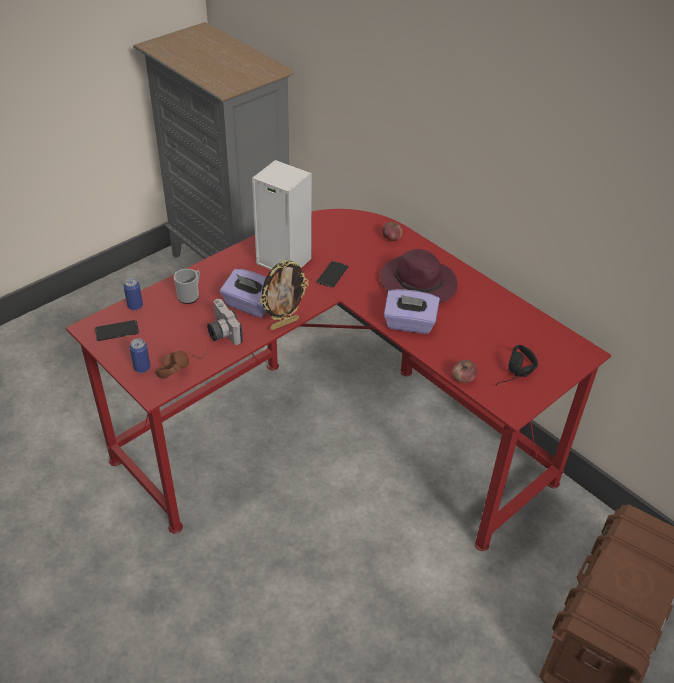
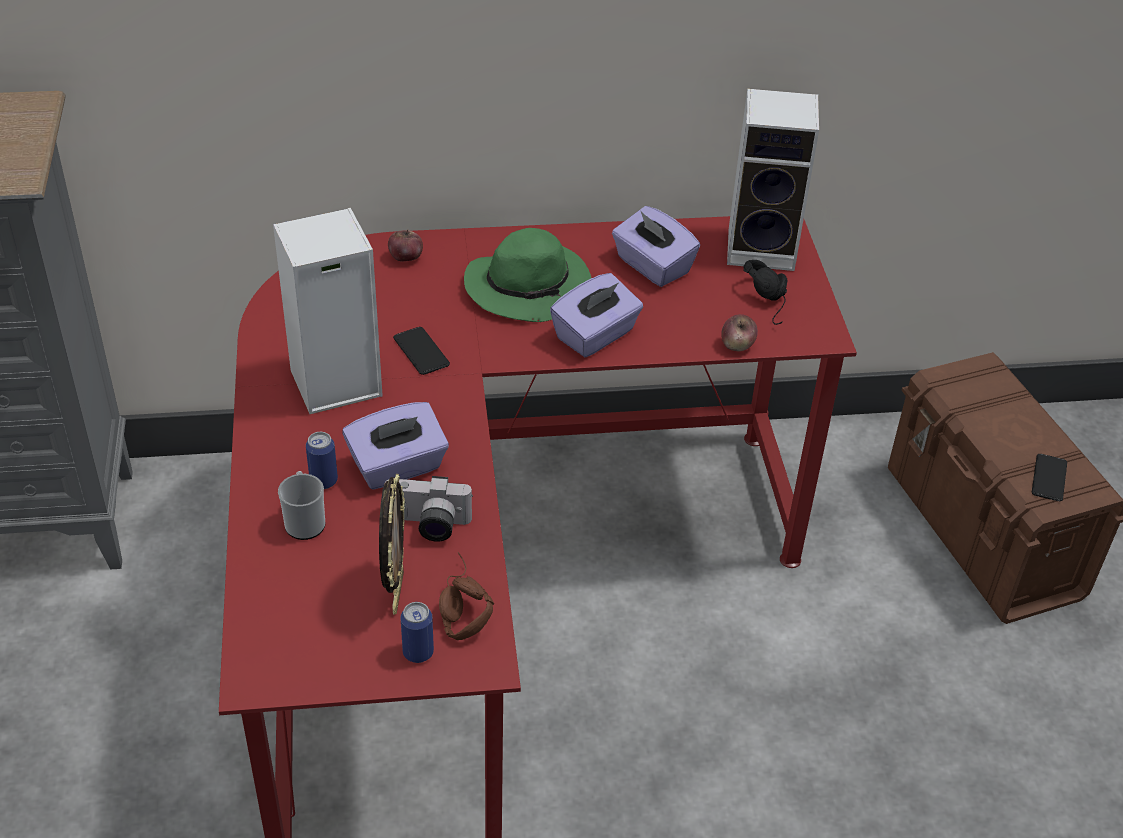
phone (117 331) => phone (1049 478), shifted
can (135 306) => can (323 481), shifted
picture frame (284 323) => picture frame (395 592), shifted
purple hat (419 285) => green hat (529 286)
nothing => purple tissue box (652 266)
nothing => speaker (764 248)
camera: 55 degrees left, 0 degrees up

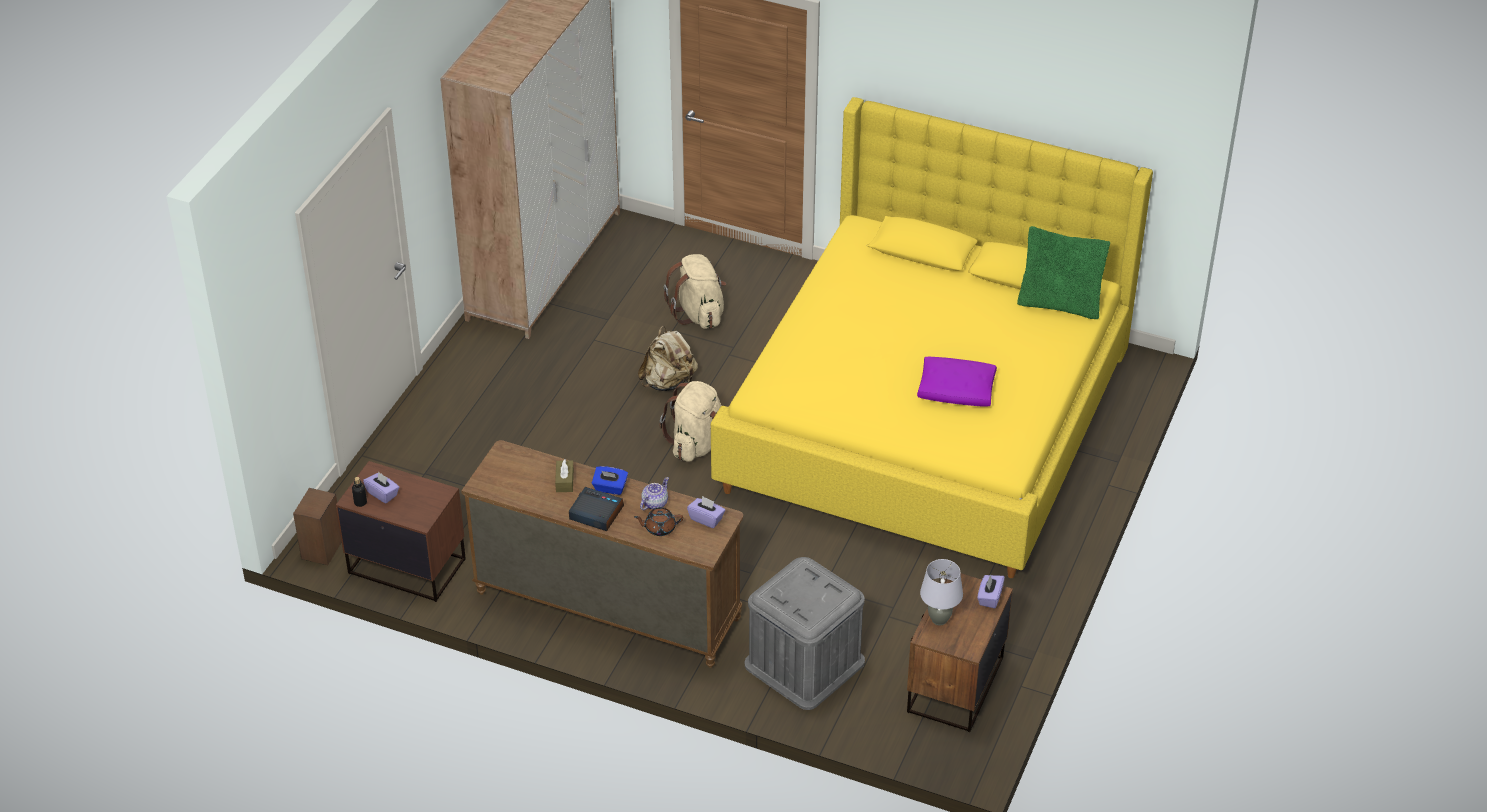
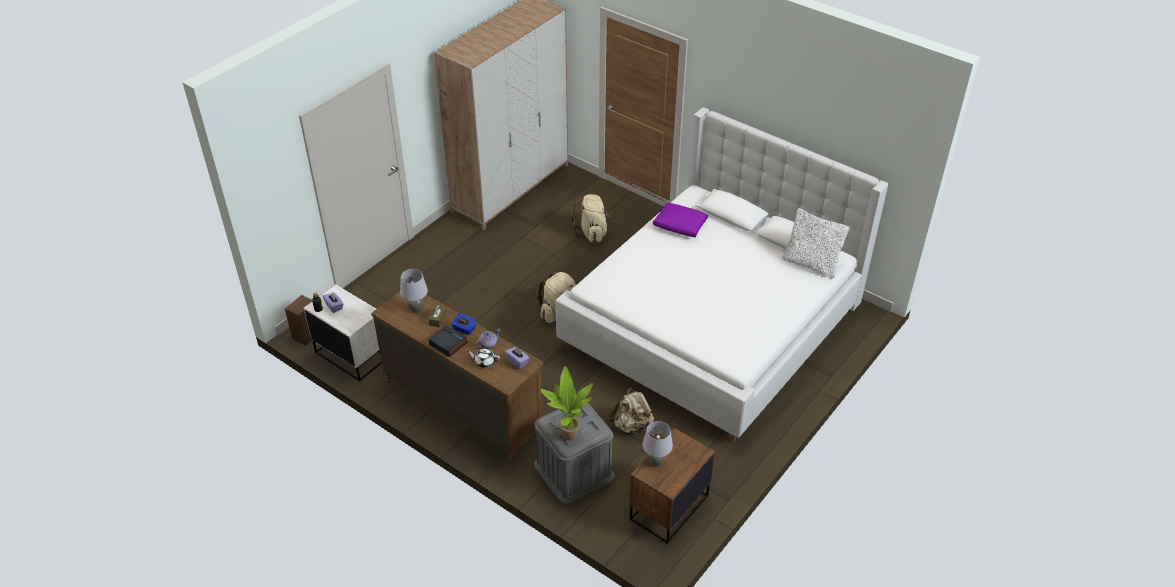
brown nightstand (407 565) => white nightstand (352 355)
brown teapot (659 528) => white teapot (484 362)
beige backpack (668 382) => beige backpack (631 426), shifted
yellow bed (928 418) => white bed (713 324)
purple pillow (957 390) => purple pillow (680 225), shifted
purple tissue box (989 597) => nothing
green pillow (1060 301) => white pillow (812 262)
nothing => grey table lamp (416 309)
nothing => potted plant (567 435)
camera: 15 degrees right, 0 degrees up

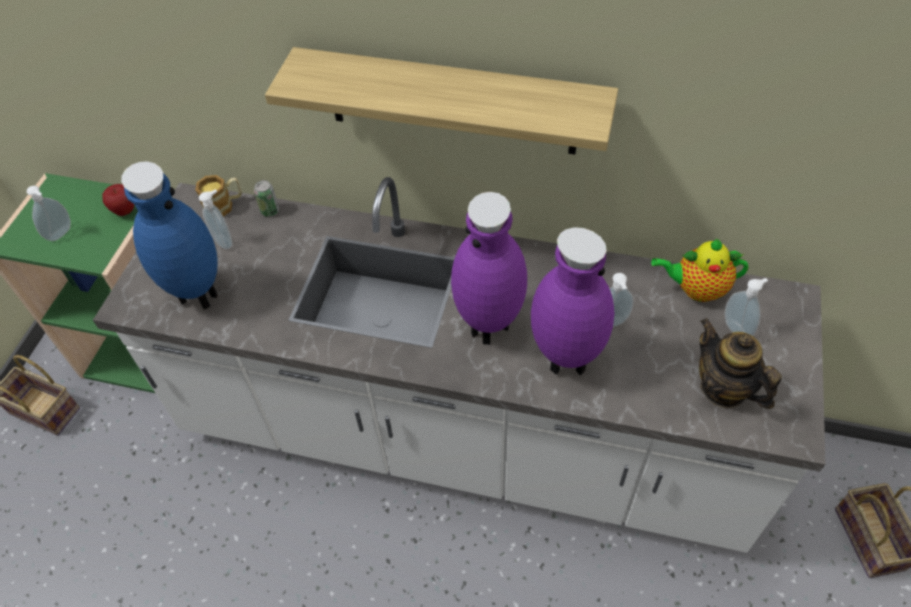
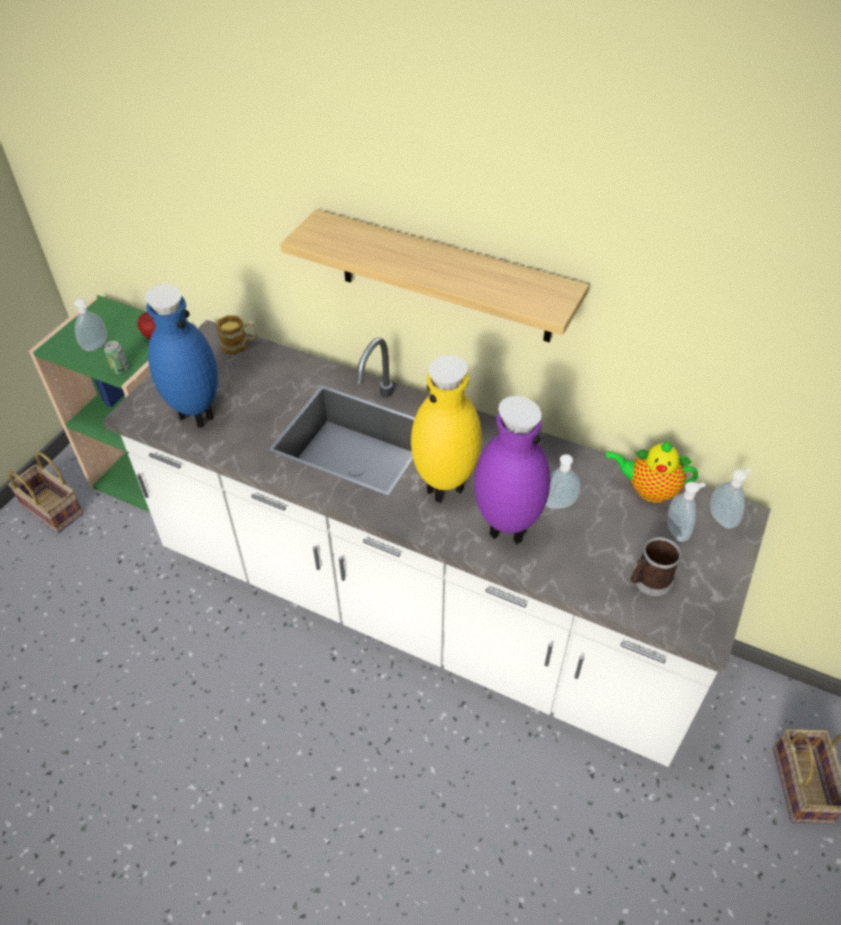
soap dispenser (225 241) => soap dispenser (722 519), shifted
can (270 211) => can (120 369), shifted
purple vase (490 327) => yellow vase (446 488)
teapot (724 388) => mug (648 581)
camera: 10 degrees right, 5 degrees down

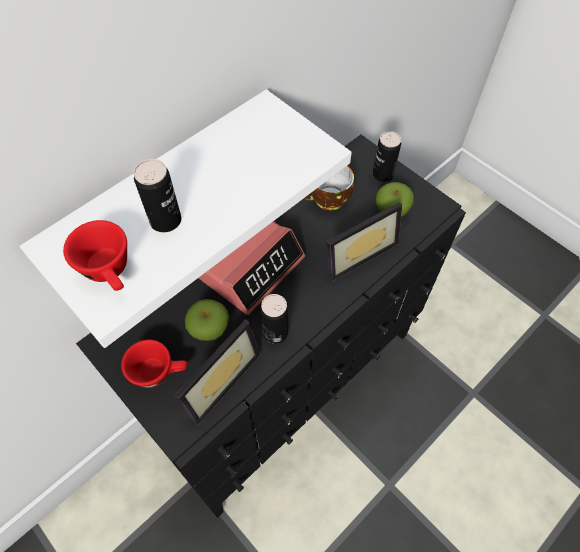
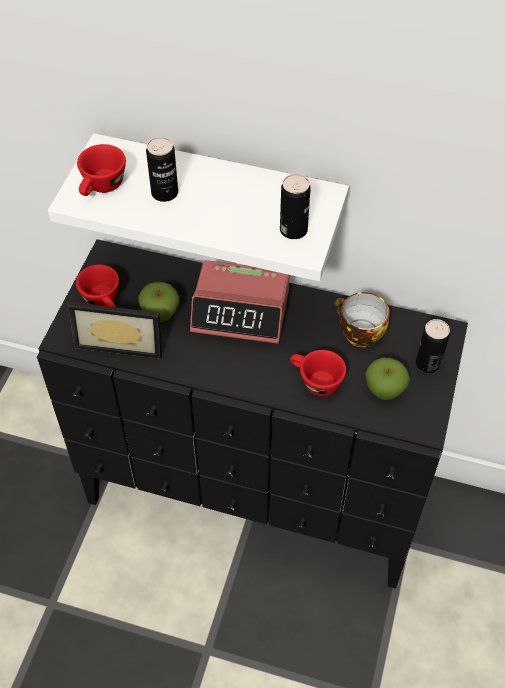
can (275 332) => can (293 230), shifted
picture frame (356 251) => red cup (315 381)
camera: 60 degrees right, 5 degrees down

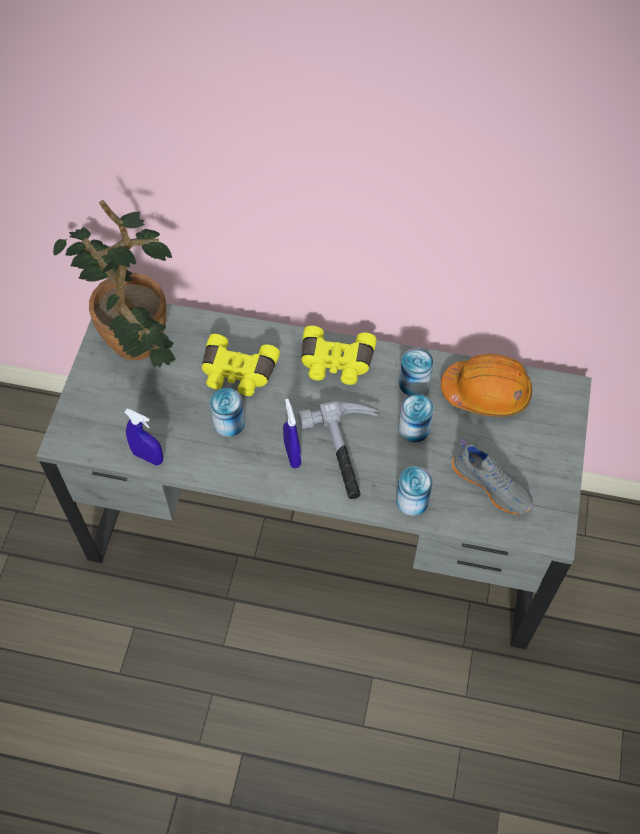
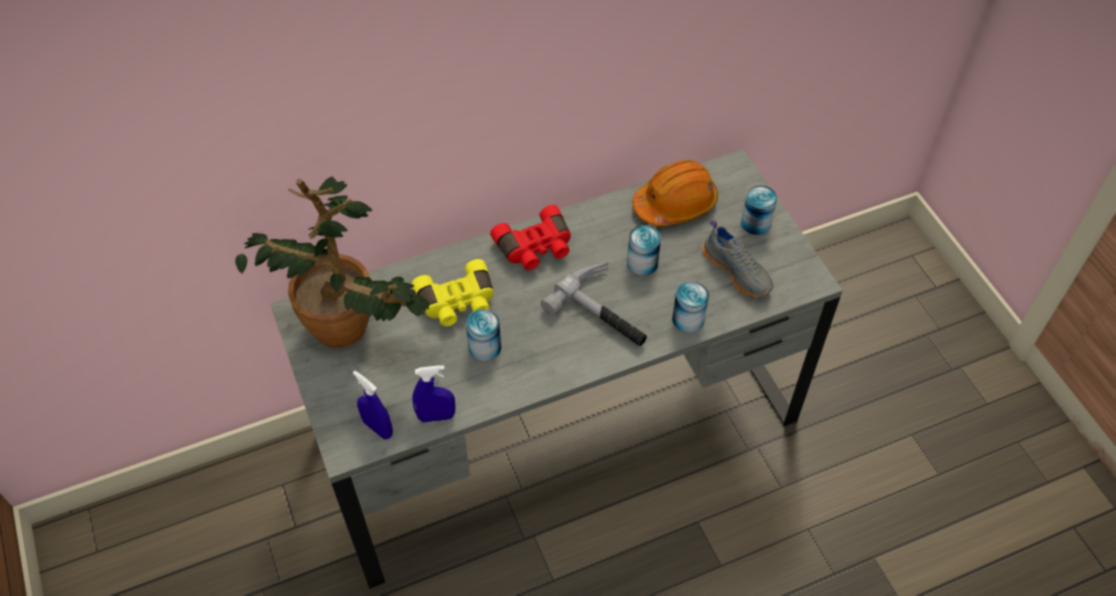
blue spray bottle (292 455) => blue spray bottle (378 428), shifted
yellow binoculars (336 364) => red binoculars (535 248)
can (414 383) => can (755 223), shifted
grey shoe (492 484) => grey shoe (738 270), 45 degrees clockwise
camera: 35 degrees left, 5 degrees down

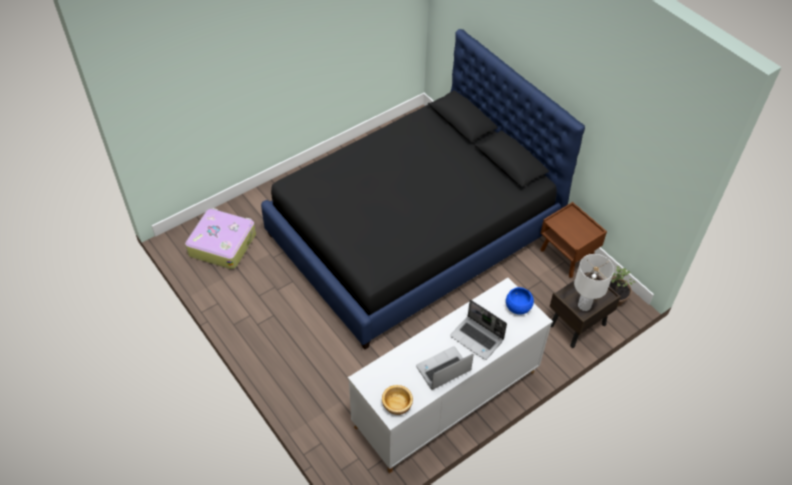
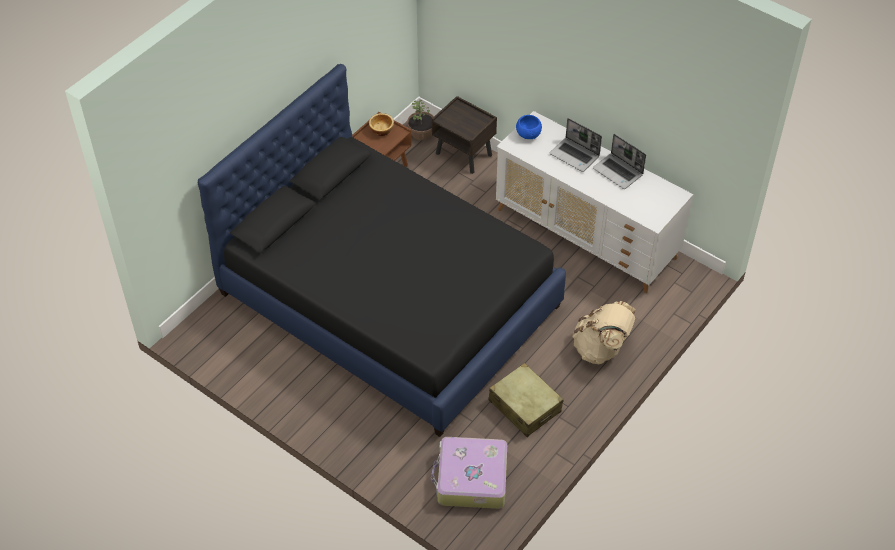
bowl (397 405) => bowl (381 129), shifted
laptop (477 338) => laptop (575 155), 105 degrees clockwise
white table lamp (584 305) => nothing
nothing => beige suitcase (524 406)
nothing => beige backpack (601 349)
camera: 105 degrees left, 0 degrees up

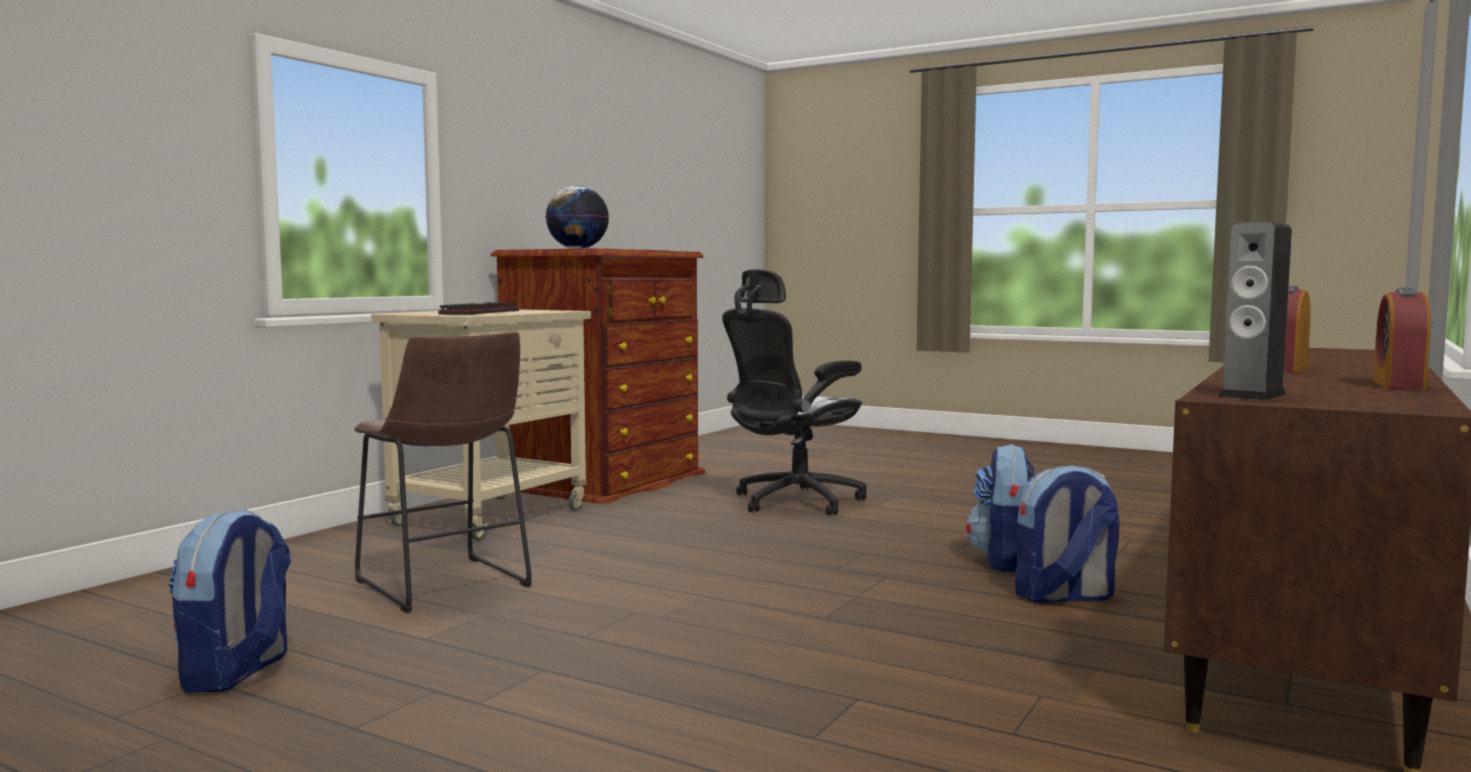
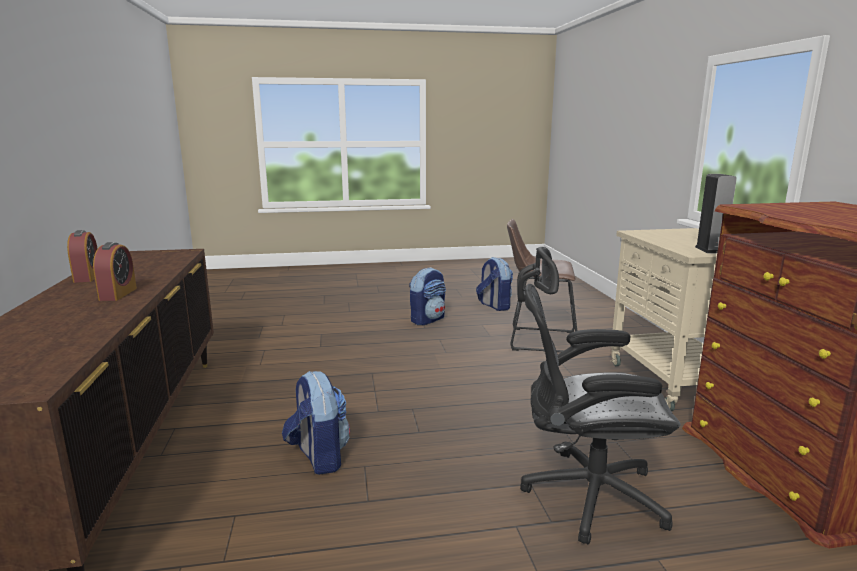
keyboard (479 313) => nothing
globe (577 248) => nothing
office chair (793 503) => office chair (585 495), 90 degrees counterclockwise
backpack (1063 597) => backpack (427 320), shifted
speaker (1252 395) => speaker (710 250), shifted
camera: 140 degrees right, 10 degrees up

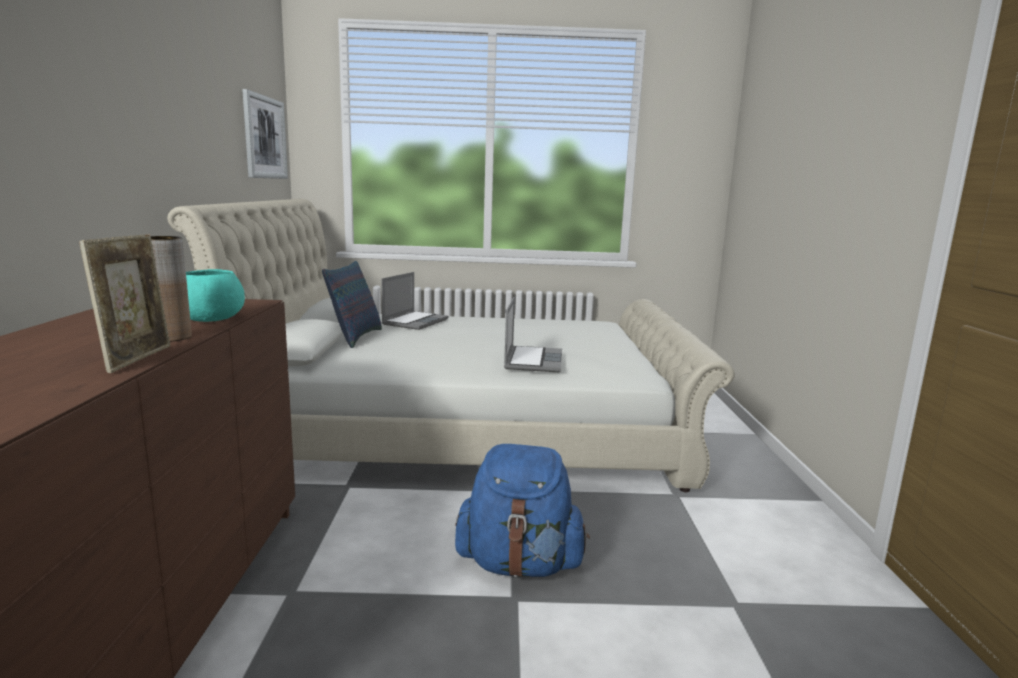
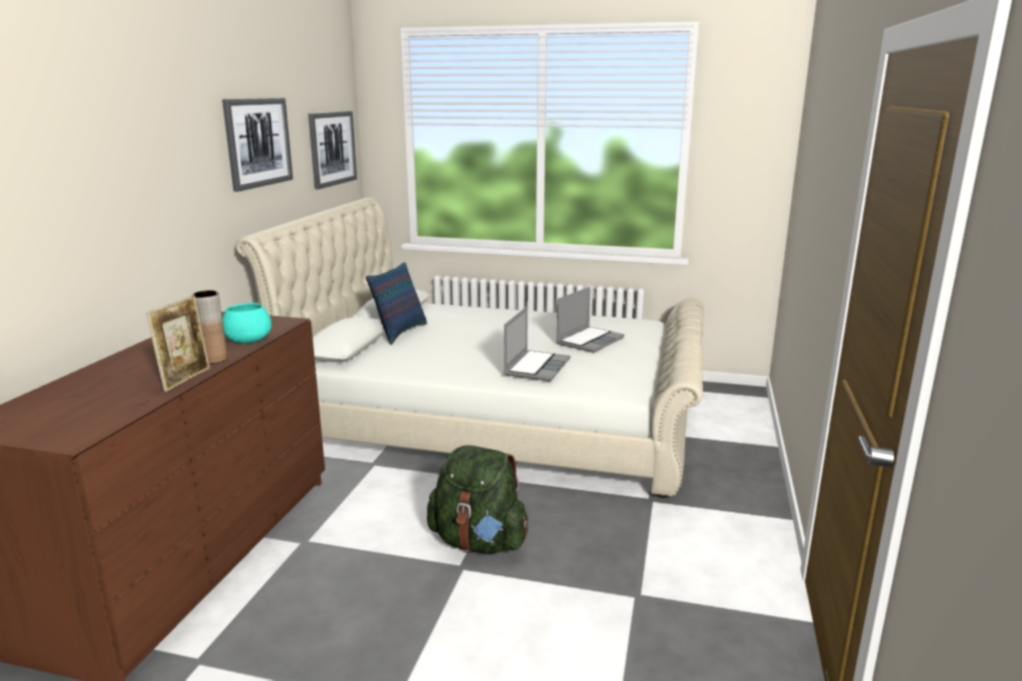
laptop (415 322) => laptop (589 340), shifted
blue backpack (519 564) => green backpack (479 542)
nothing => picture (258 142)
camera: 15 degrees right, 5 degrees up

